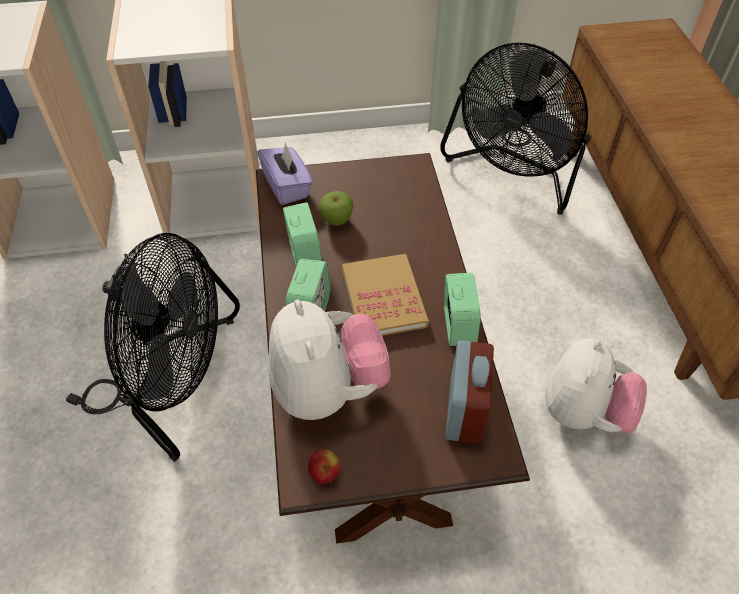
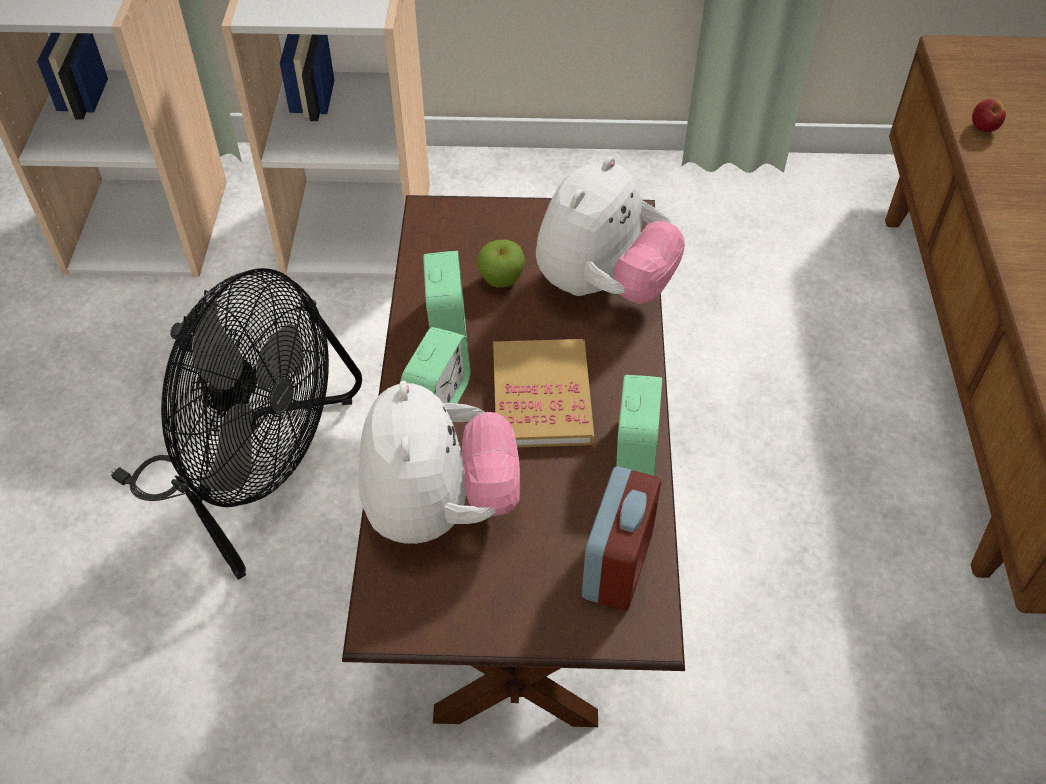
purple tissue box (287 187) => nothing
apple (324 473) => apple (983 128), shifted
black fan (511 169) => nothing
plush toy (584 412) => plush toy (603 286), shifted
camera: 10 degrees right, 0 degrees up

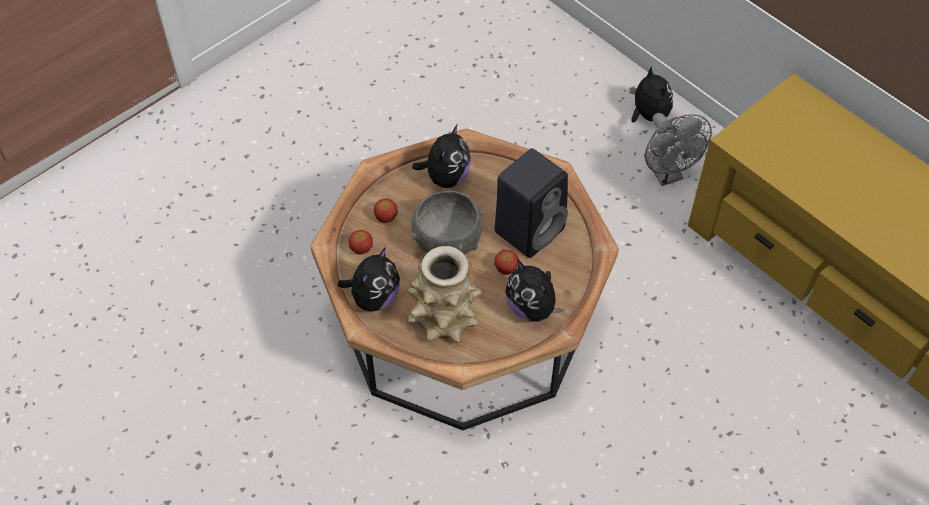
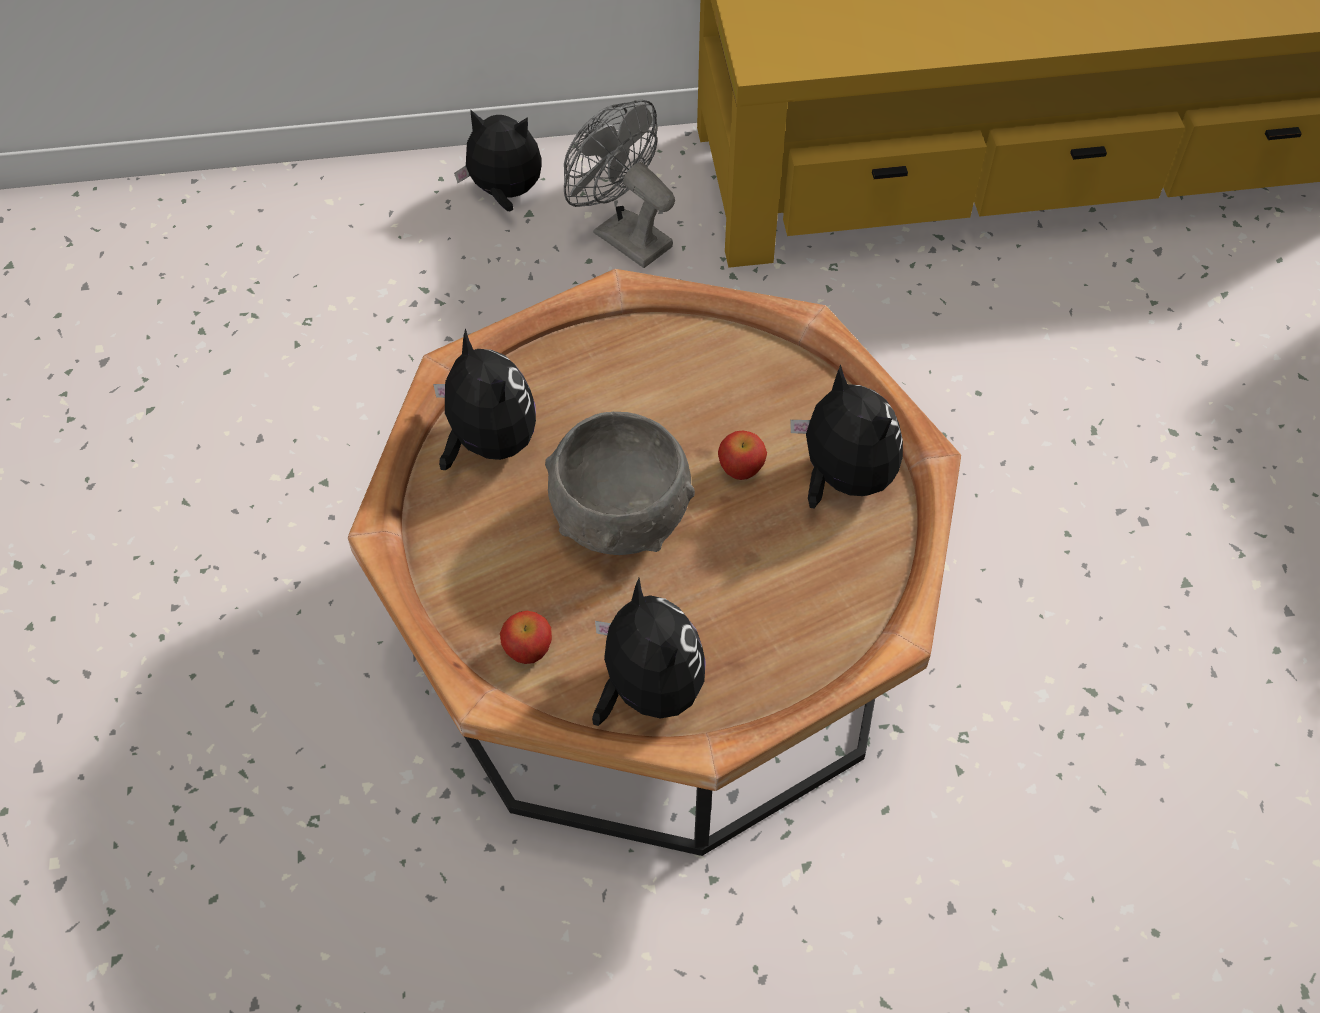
apple (386 217) => nothing
vase (444 318) => nothing
black speaker (530 228) => nothing
plush toy (532 308) => plush toy (842 479), 120 degrees counterclockwise
grey fan (667 173) => grey fan (622 235), 150 degrees counterclockwise
camera: 55 degrees left, 0 degrees up

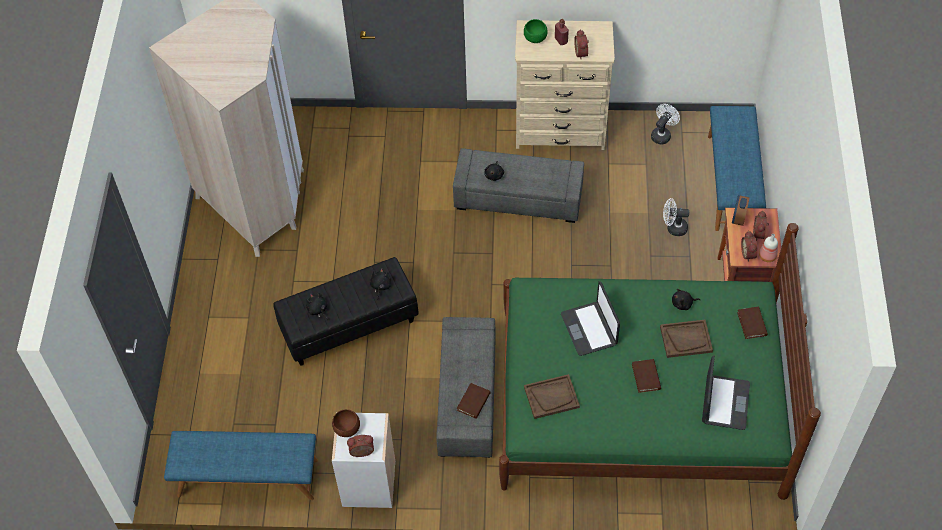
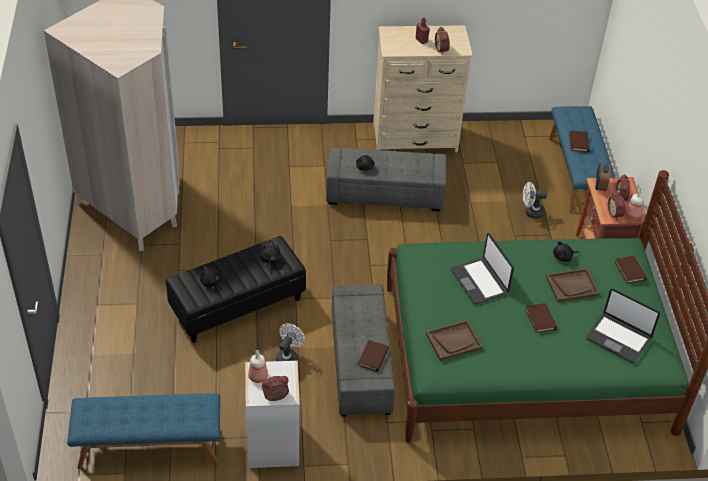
brown bowl (347 429) => bottle (258 377)
green bowl (536 39) => nothing
white fan (662 134) => white fan (288 357), shifted
laptop (724 403) => laptop (619 338), 120 degrees clockwise
nothing => brown book (579 143)
camera: 10 degrees left, 10 degrees down

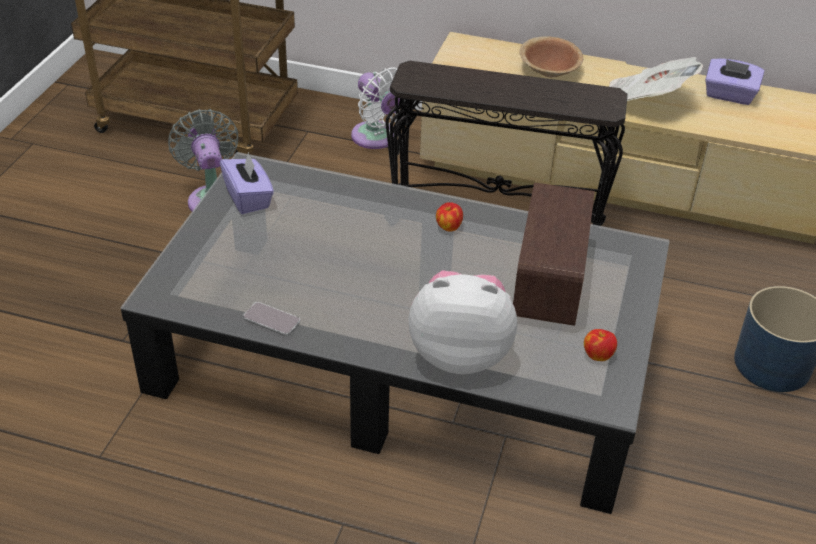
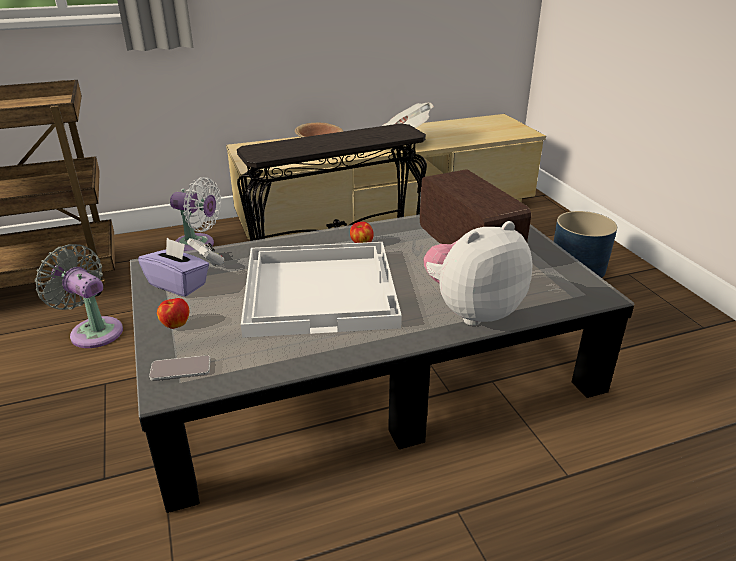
phone (271 320) => phone (180 369), shifted
apple (597 355) => apple (175 324), shifted
purple tissue box (729 95) => nothing
nothing => white game controller (208 262)
nothing => white tray (321 289)
camera: 35 degrees left, 10 degrees down

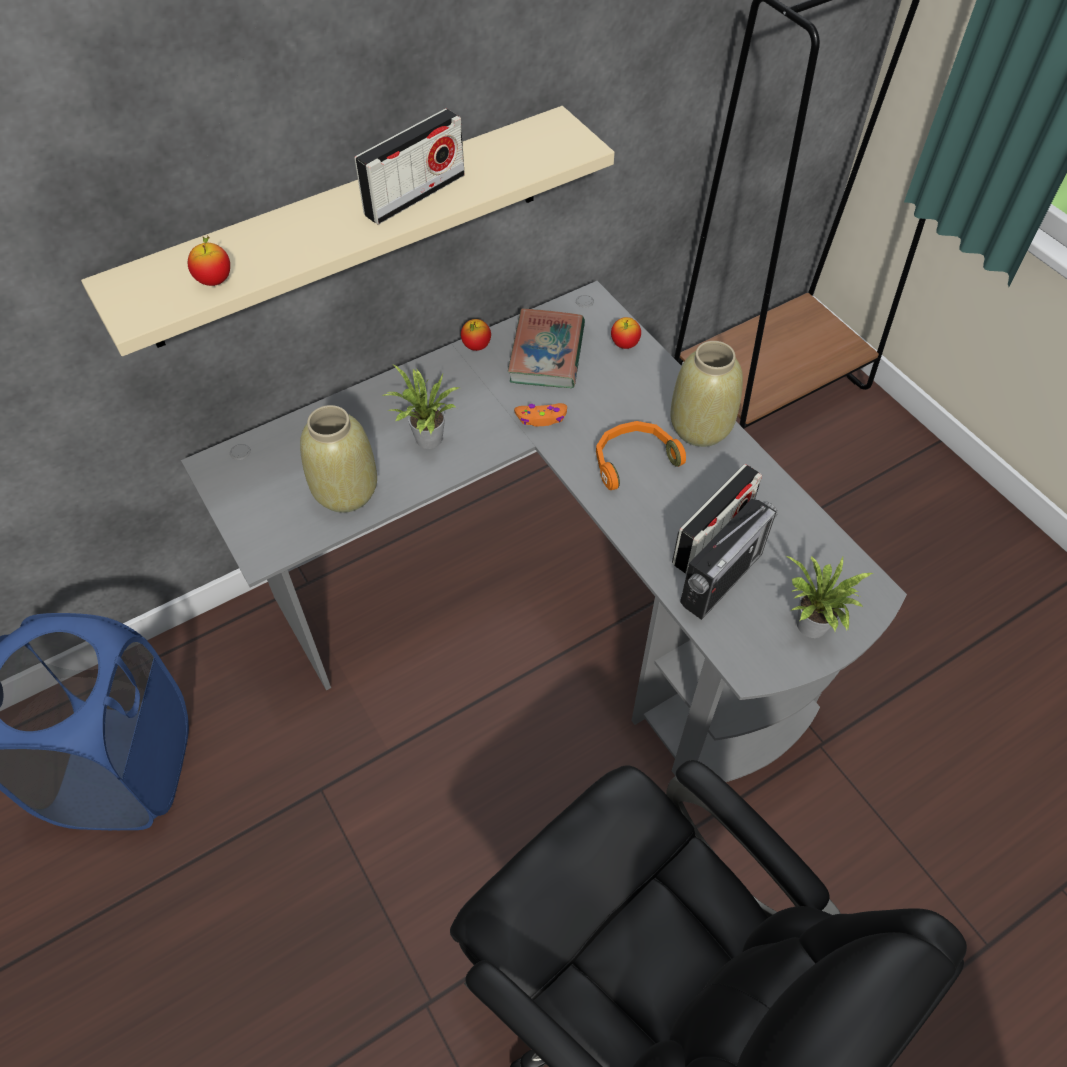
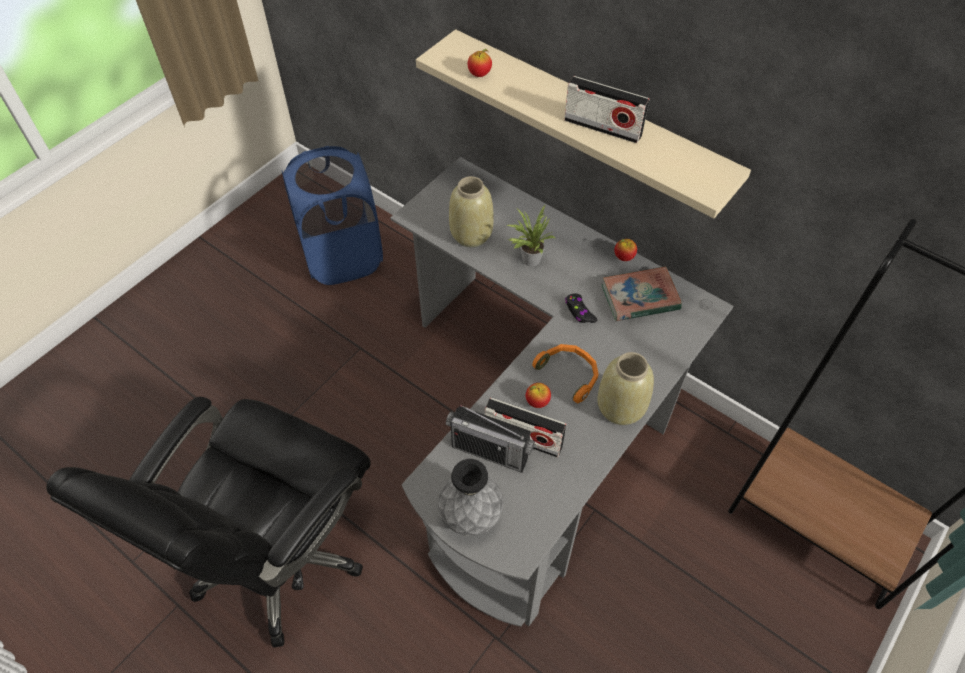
orange game controller (541 418) => black game controller (579 312)
apple (624 344) => apple (537 402), shifted
potted plant (810 628) => grey vase (471 516)
camera: 70 degrees right, 0 degrees up

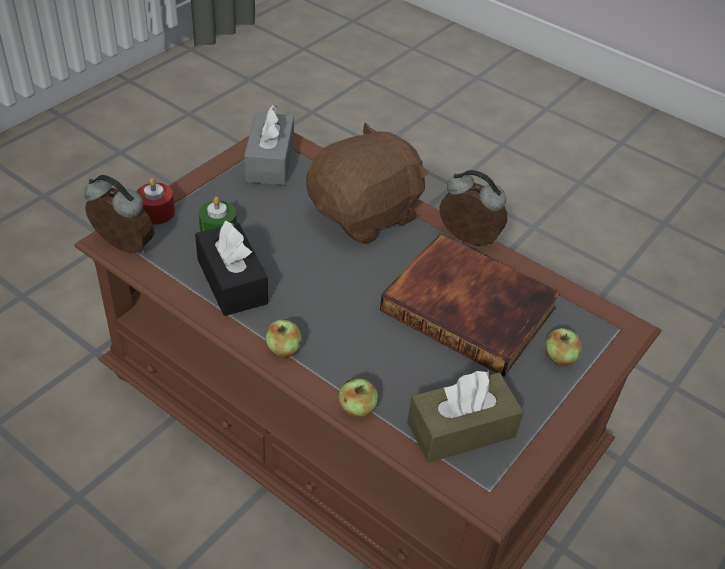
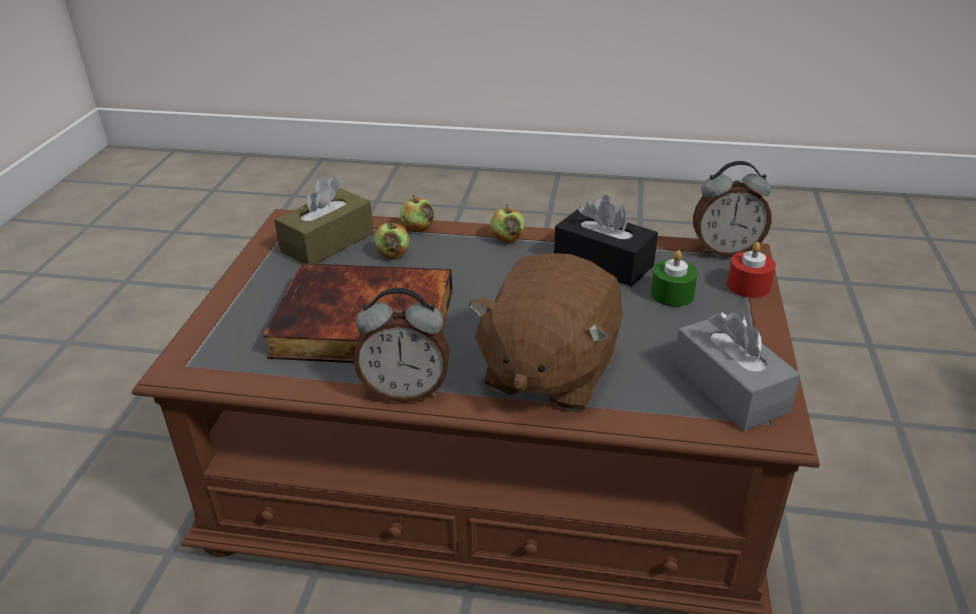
apple (559 357) => apple (393 254), shifted
camera: 155 degrees right, 10 degrees down

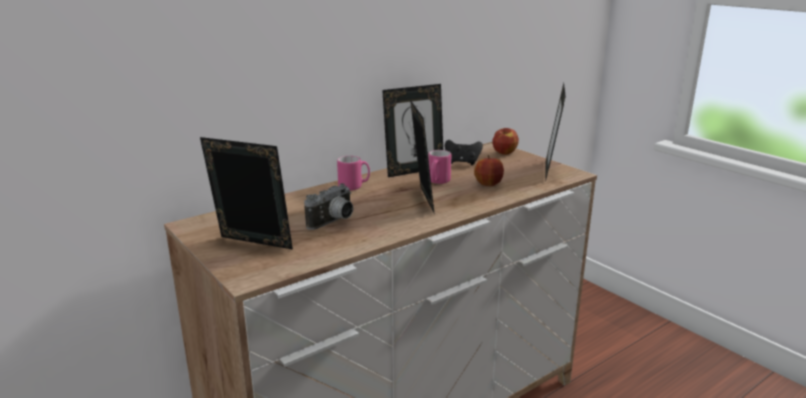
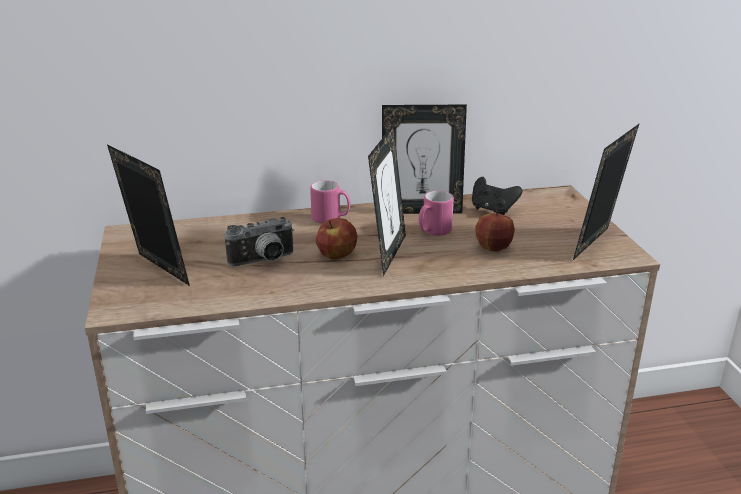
apple (505 152) => apple (337 255), shifted
camera: 25 degrees right, 5 degrees up

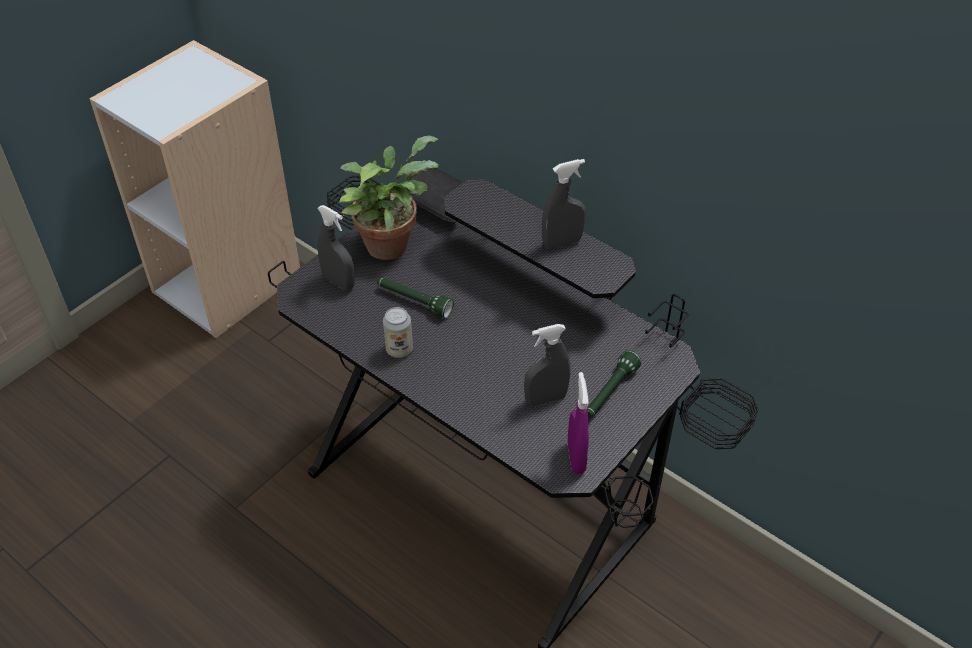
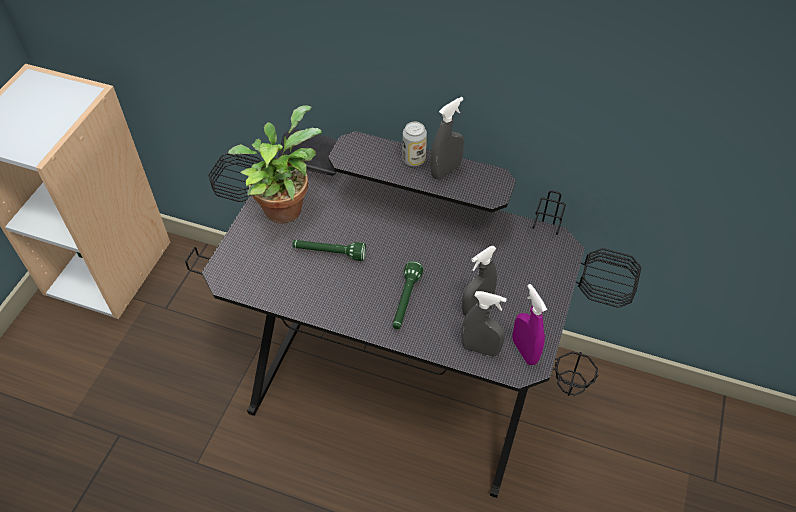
grey spray bottle (338 282) => grey spray bottle (480 349), shifted
can (399 349) => can (414 160), shifted
green flashlight (609 392) => green flashlight (405 301), shifted
camera: 20 degrees left, 5 degrees up

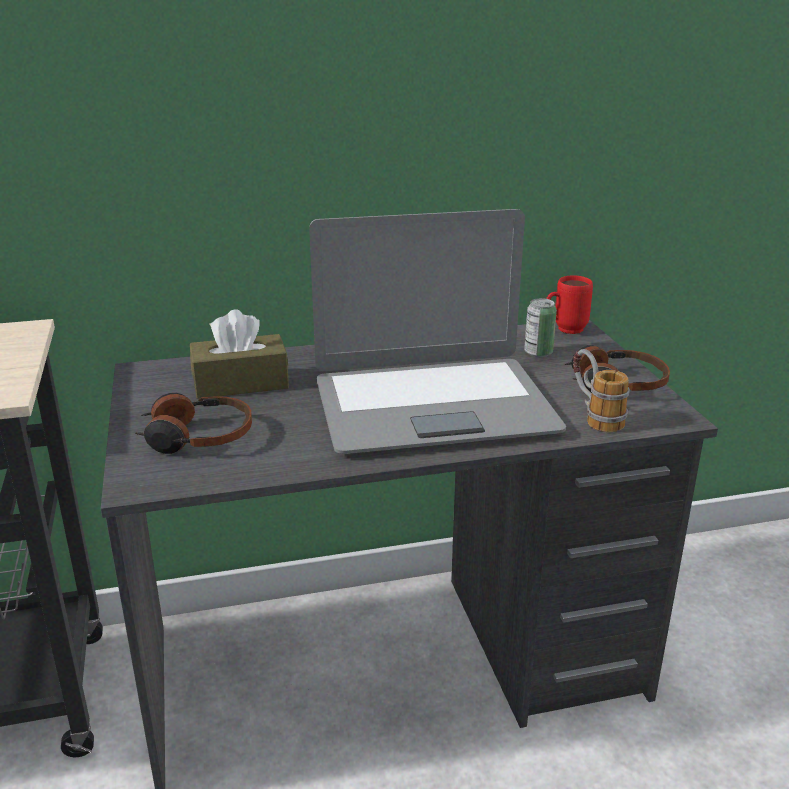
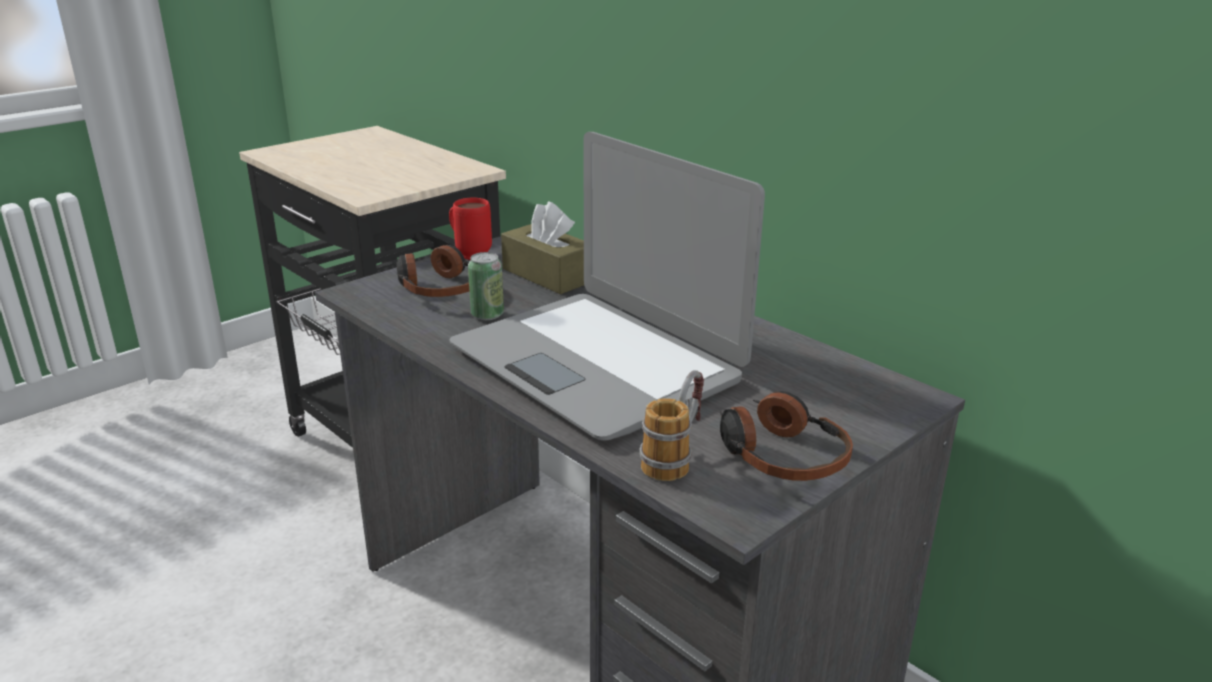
can (538 353) => can (487 315), shifted
red mug (564 330) => red mug (469 253), shifted
camera: 60 degrees right, 0 degrees up

